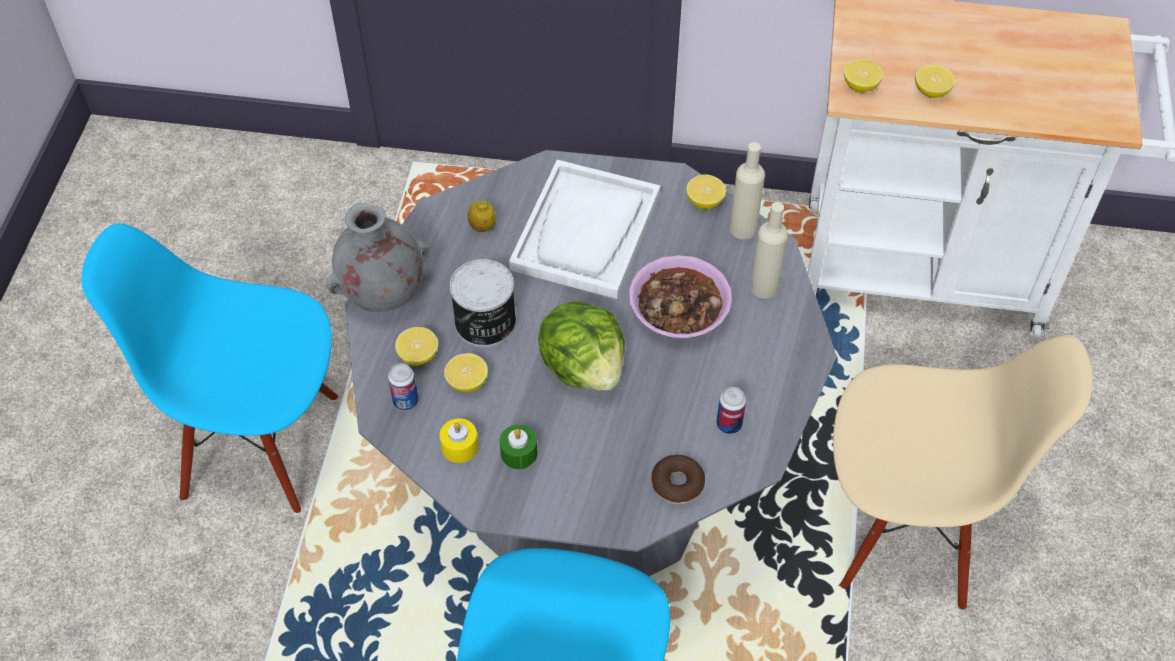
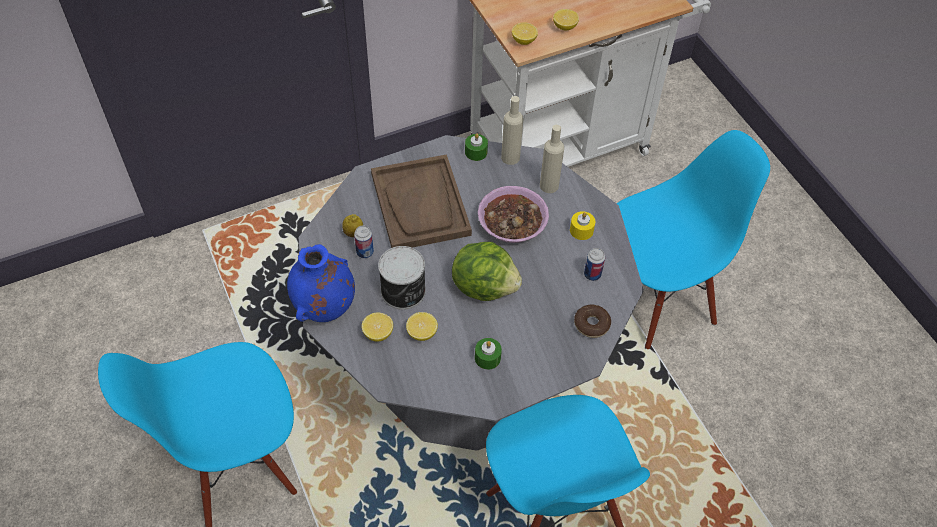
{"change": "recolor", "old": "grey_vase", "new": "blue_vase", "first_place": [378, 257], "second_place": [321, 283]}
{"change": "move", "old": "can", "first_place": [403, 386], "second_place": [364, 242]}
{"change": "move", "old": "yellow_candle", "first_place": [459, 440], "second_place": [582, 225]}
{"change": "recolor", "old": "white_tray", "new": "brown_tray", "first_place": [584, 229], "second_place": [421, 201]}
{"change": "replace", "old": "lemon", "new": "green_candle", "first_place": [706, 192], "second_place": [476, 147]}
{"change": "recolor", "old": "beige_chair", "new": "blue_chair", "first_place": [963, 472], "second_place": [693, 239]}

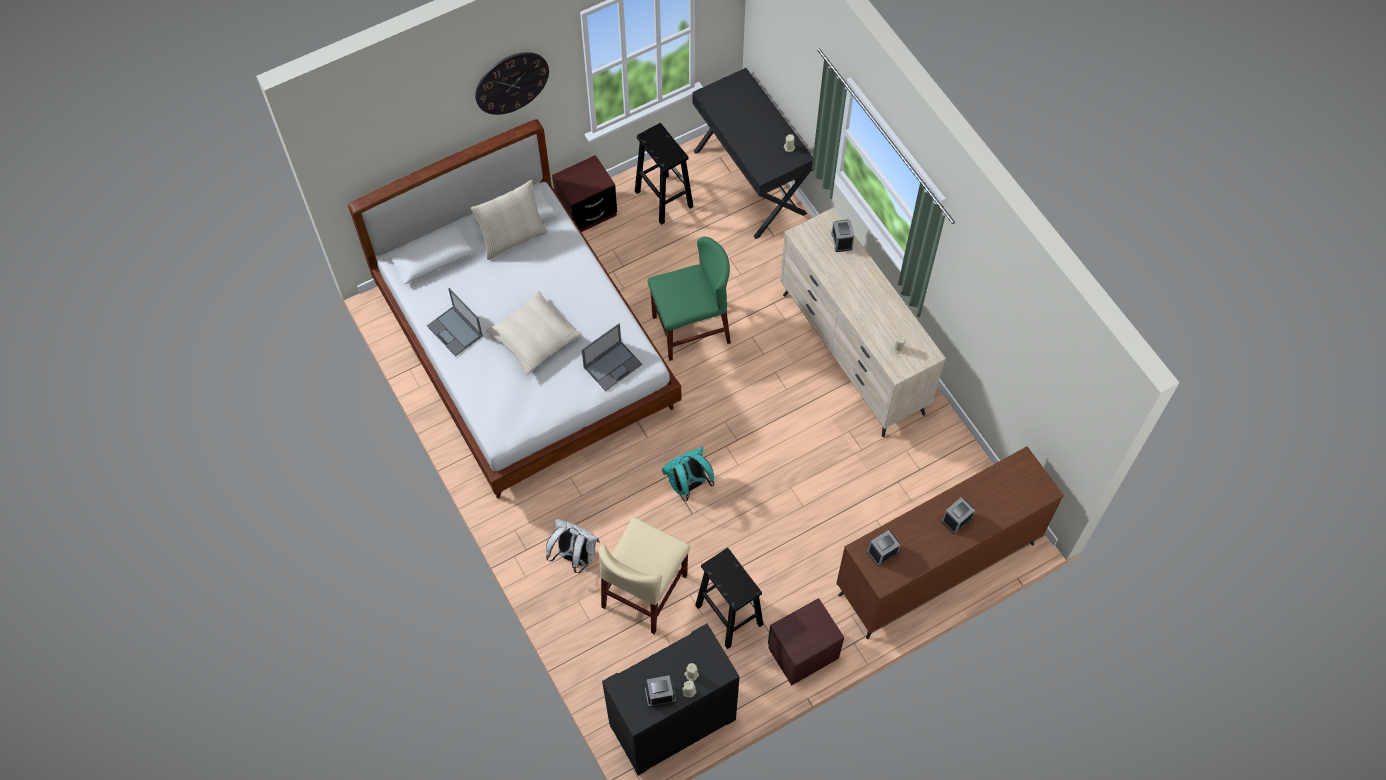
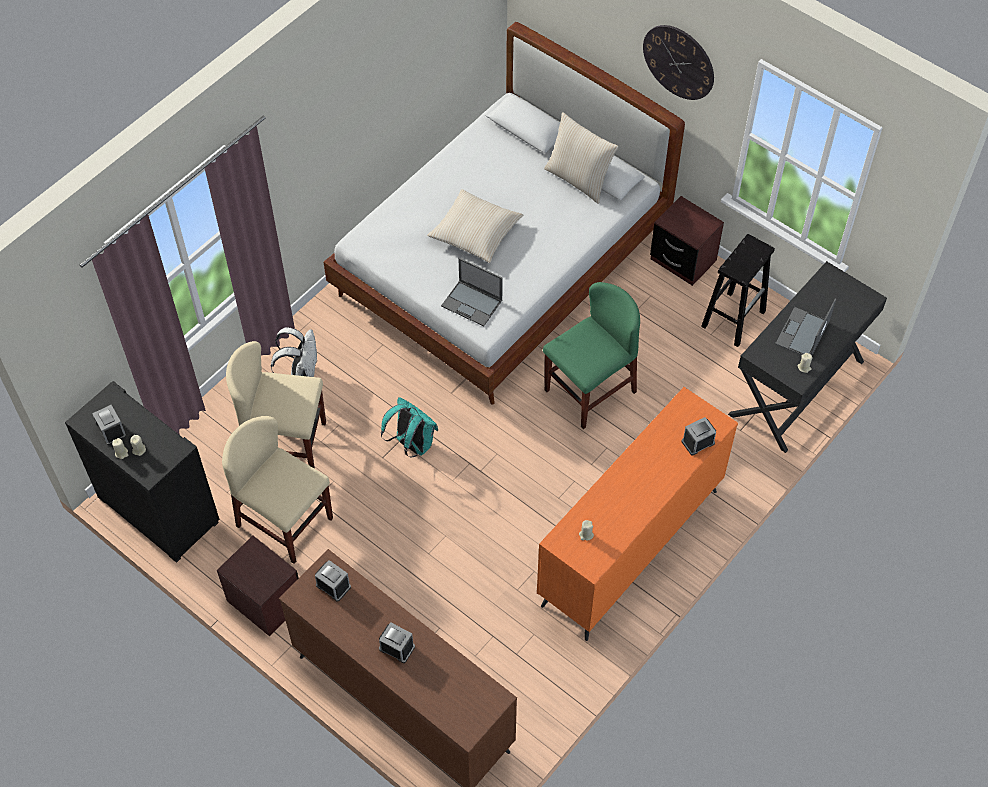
{"change": "move", "old": "laptop", "first_place": [455, 322], "second_place": [805, 327]}
{"change": "rotate", "old": "green_chair", "first_place": [689, 299], "second_place": [591, 355], "degrees": -90}
{"change": "replace", "old": "black_stool", "new": "beige_chair", "first_place": [729, 598], "second_place": [277, 490]}
{"change": "recolor", "old": "beige_dresser", "new": "orange_dresser", "first_place": [863, 322], "second_place": [637, 514]}

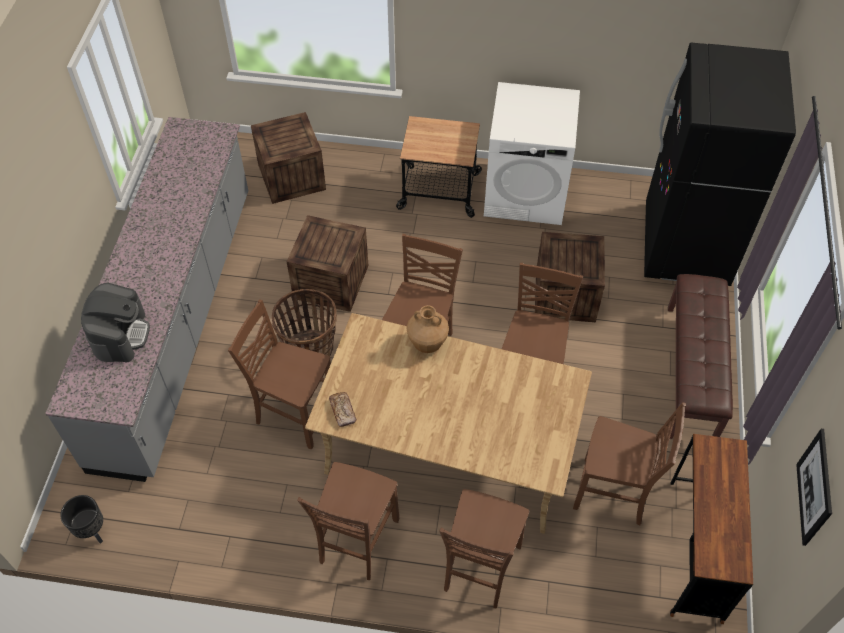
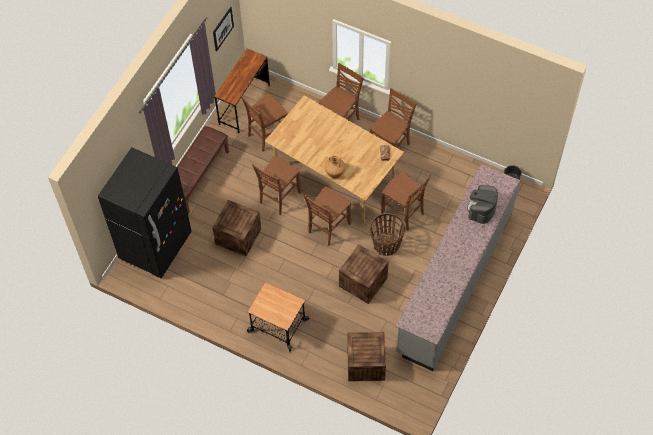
{"change": "delete", "old": "white_washing_machine", "first_place": [532, 153]}
{"change": "rotate", "old": "brown_chair", "first_place": [629, 464], "second_place": [264, 122], "degrees": -75}

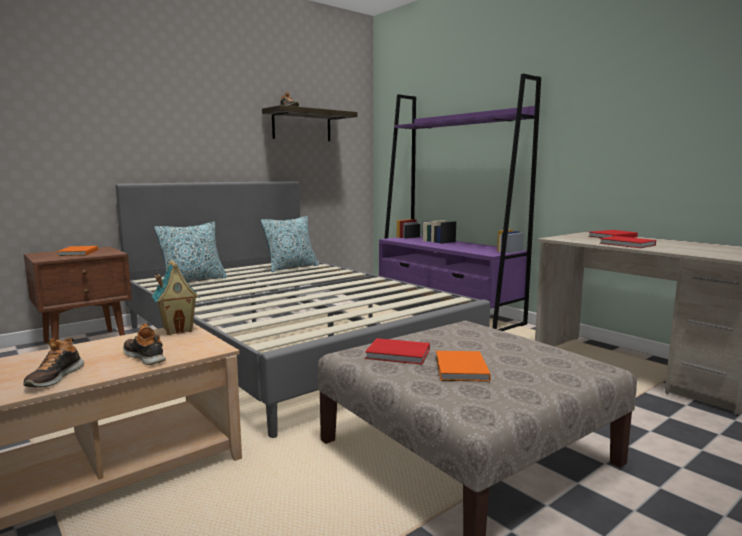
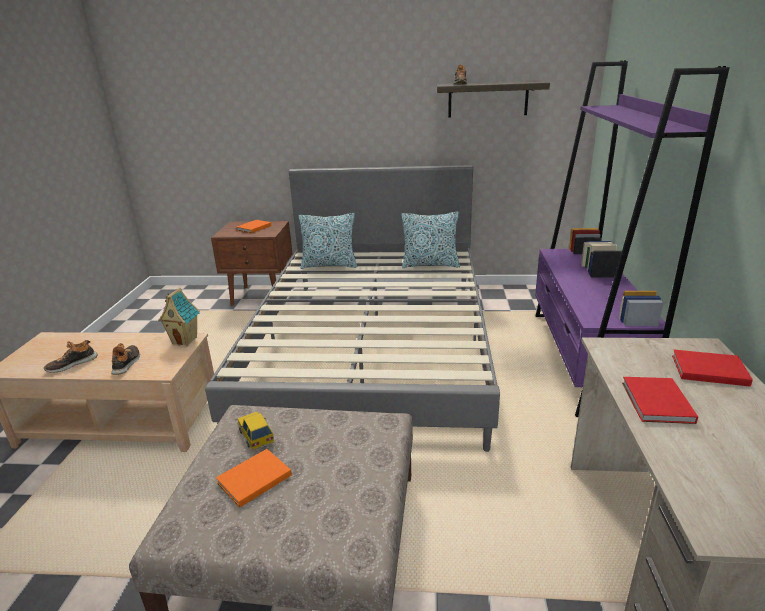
{"change": "replace", "old": "red_book", "new": "toy_car", "first_place": [397, 351], "second_place": [256, 431]}

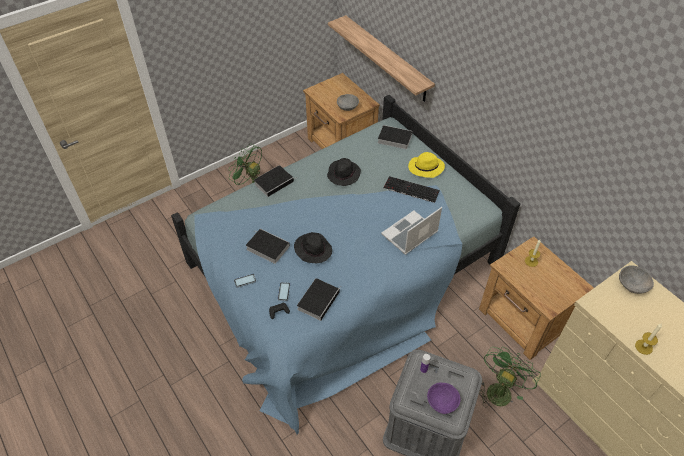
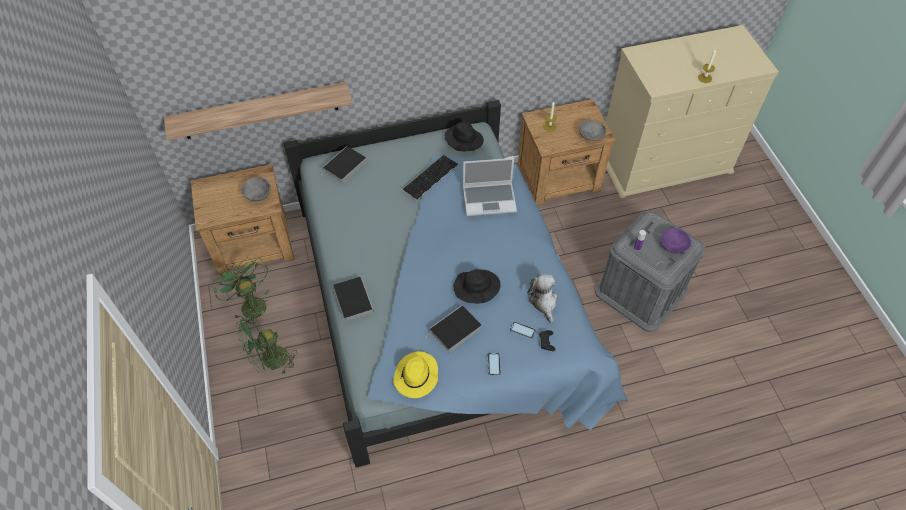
{"change": "replace", "old": "book", "new": "plush_toy", "first_place": [319, 299], "second_place": [542, 298]}
{"change": "move", "old": "black_hat", "first_place": [344, 172], "second_place": [464, 137]}
{"change": "rotate", "old": "laptop", "first_place": [411, 231], "second_place": [490, 187], "degrees": -75}
{"change": "move", "old": "yellow_hat", "first_place": [426, 165], "second_place": [415, 374]}
{"change": "move", "old": "green_fan", "first_place": [510, 377], "second_place": [240, 291]}
{"change": "move", "old": "grey_bowl", "first_place": [636, 279], "second_place": [592, 130]}

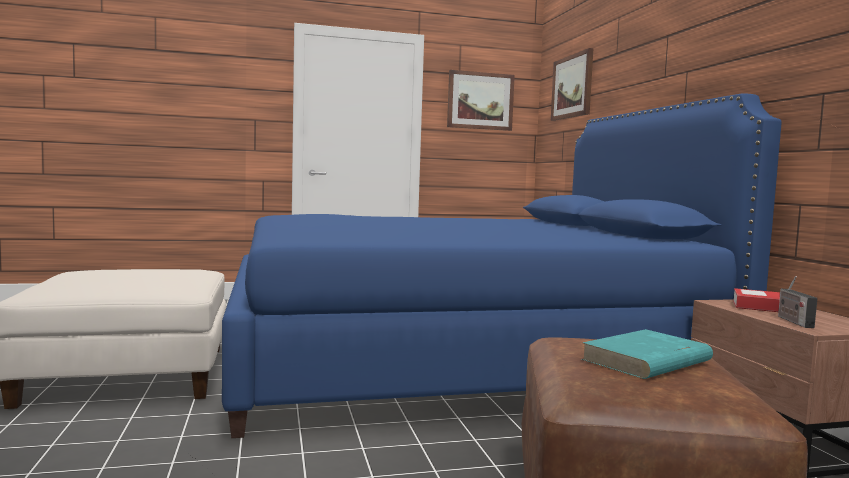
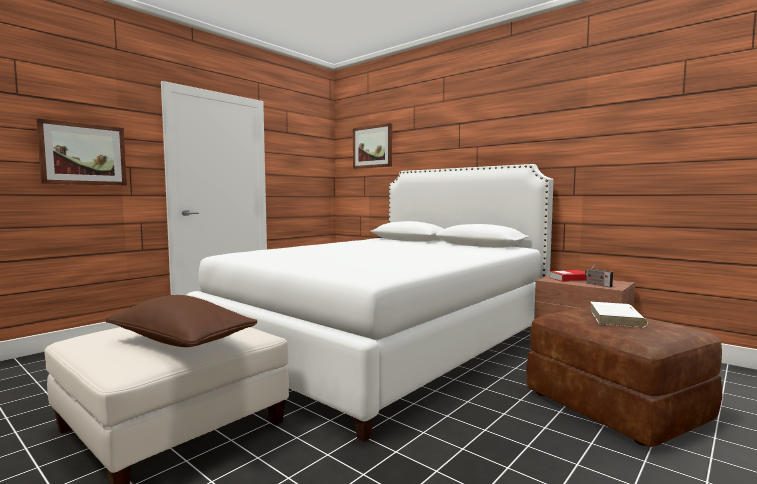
{"change": "recolor", "old": "blue_bed", "new": "white_bed", "first_place": [502, 265], "second_place": [370, 303]}
{"change": "move", "old": "picture", "first_place": [481, 100], "second_place": [81, 152]}
{"change": "recolor", "old": "turquoise_book", "new": "white_book", "first_place": [647, 354], "second_place": [619, 315]}
{"change": "insert", "new": "brown_pillow", "second_place": [181, 321]}

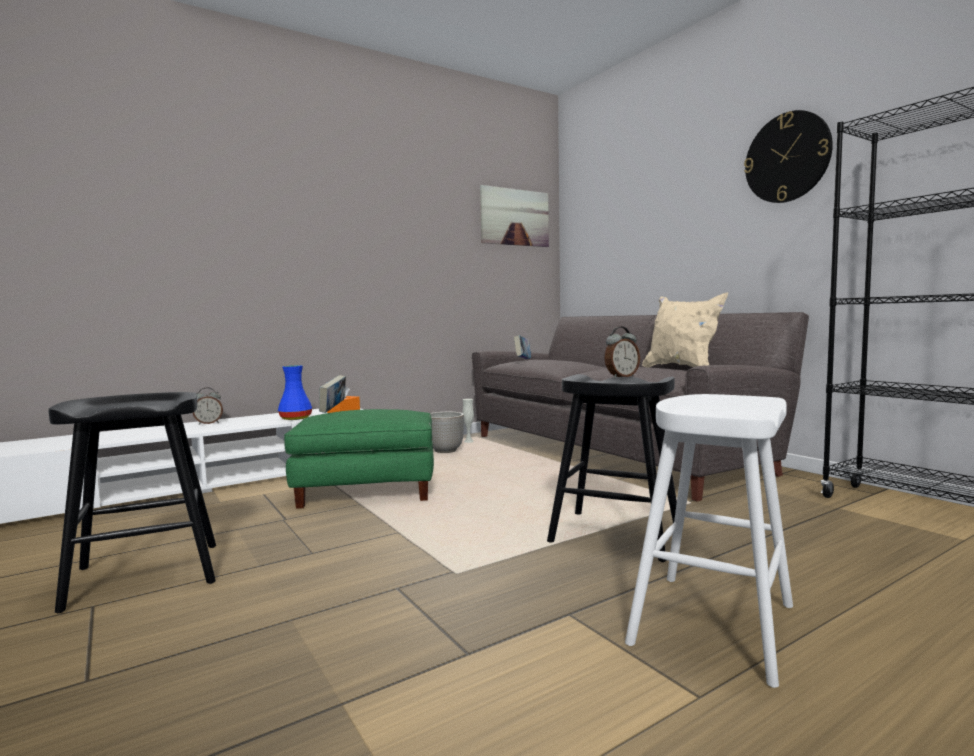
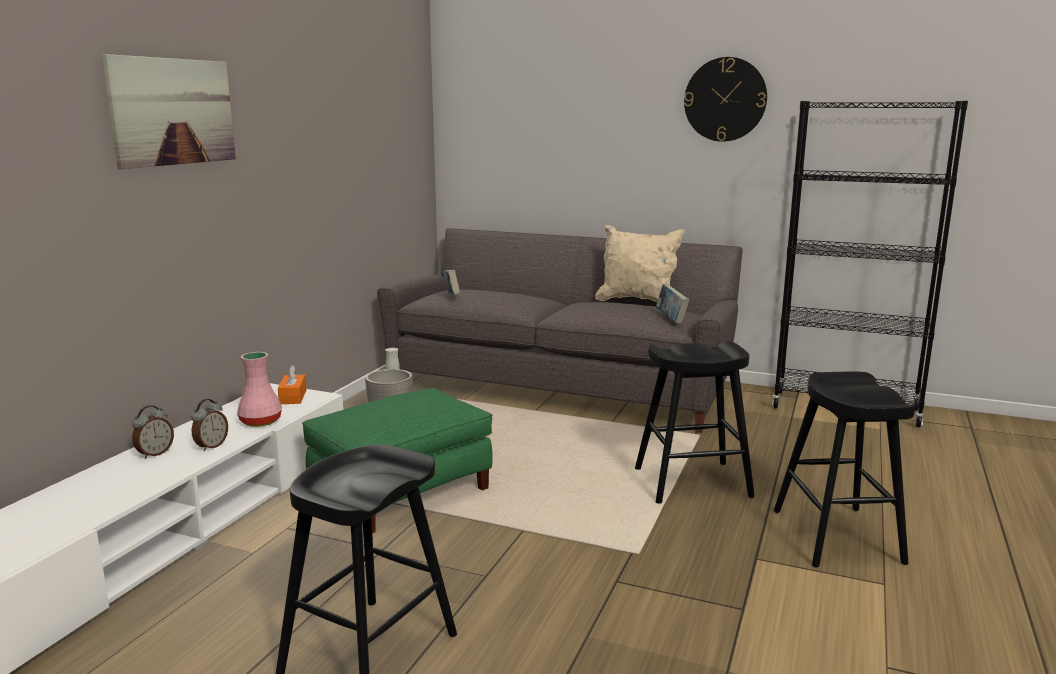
{"change": "recolor", "old": "blue_vase", "new": "pink_vase", "first_place": [295, 392], "second_place": [259, 389]}
{"change": "move", "old": "book", "first_place": [332, 394], "second_place": [672, 303]}
{"change": "move", "old": "picture", "first_place": [514, 216], "second_place": [169, 111]}
{"change": "move", "old": "alarm_clock", "first_place": [622, 352], "second_place": [209, 425]}
{"change": "recolor", "old": "white_stool", "new": "black_stool", "first_place": [709, 541], "second_place": [844, 470]}

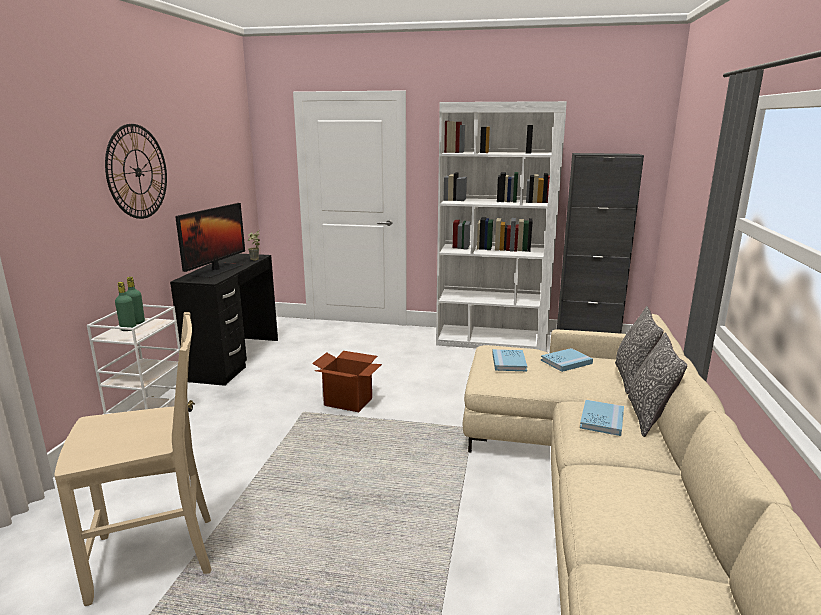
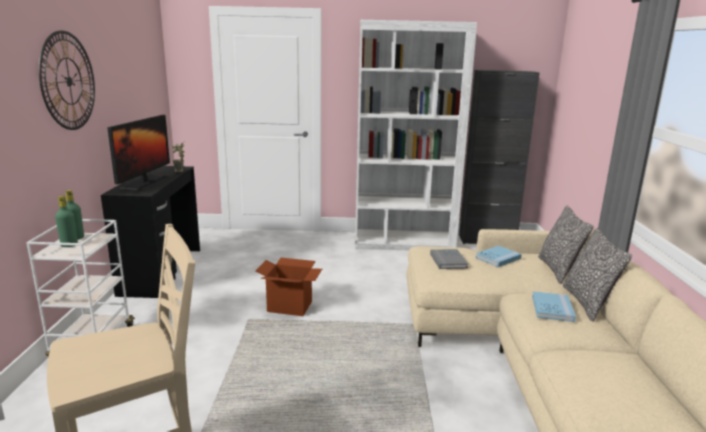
{"change": "recolor", "old": "blue_book", "new": "grey_book", "first_place": [509, 360], "second_place": [449, 259]}

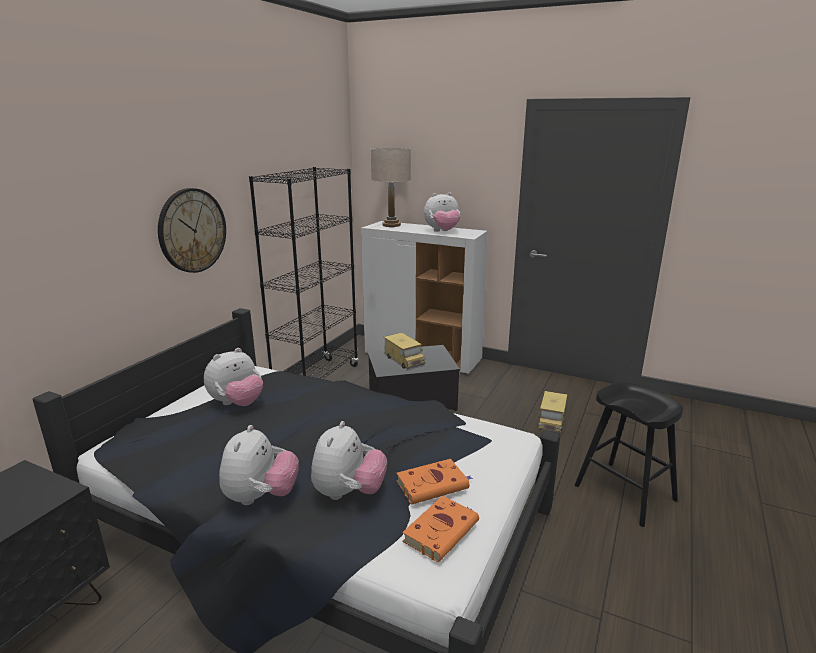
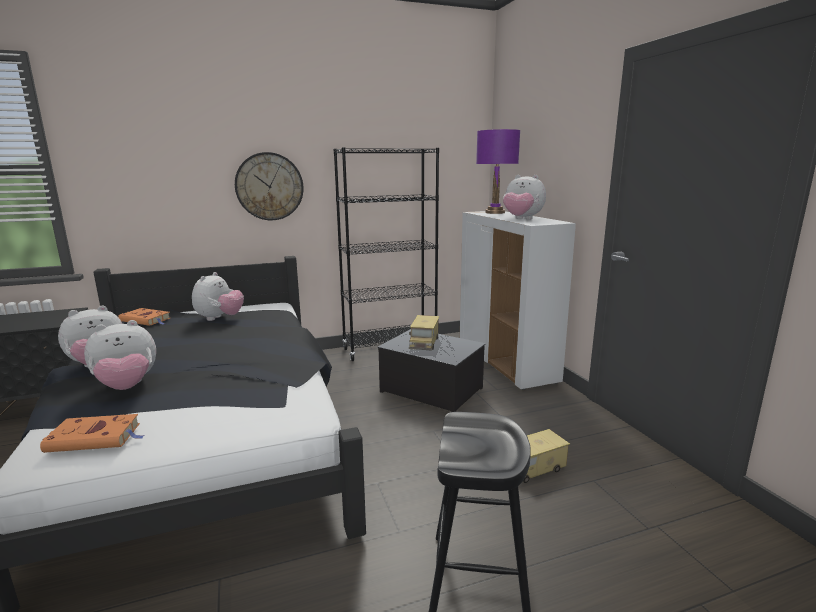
{"change": "rotate", "old": "plush_toy", "first_place": [233, 377], "second_place": [218, 296], "degrees": -75}
{"change": "recolor", "old": "beige_table_lamp", "new": "purple_table_lamp", "first_place": [391, 187], "second_place": [498, 171]}
{"change": "move", "old": "orange_book", "first_place": [434, 482], "second_place": [144, 317]}

